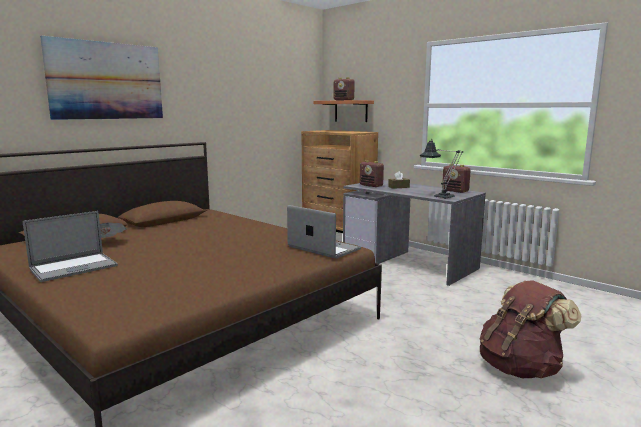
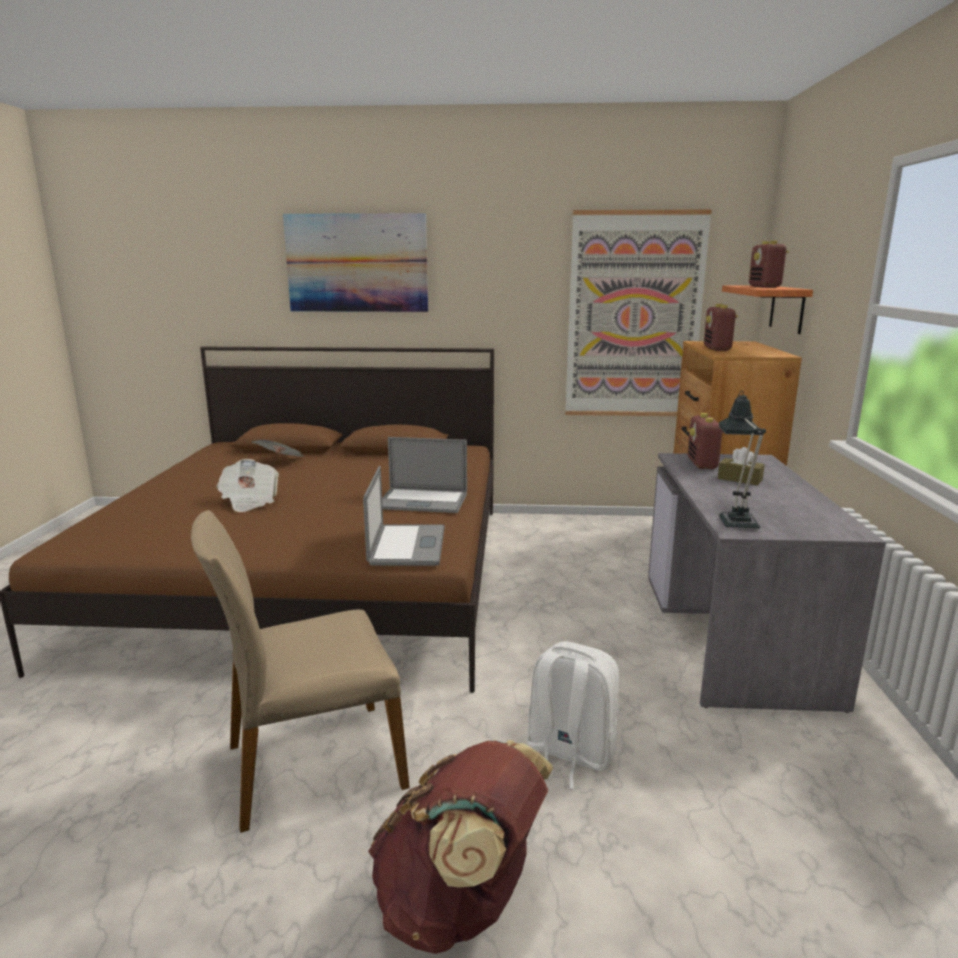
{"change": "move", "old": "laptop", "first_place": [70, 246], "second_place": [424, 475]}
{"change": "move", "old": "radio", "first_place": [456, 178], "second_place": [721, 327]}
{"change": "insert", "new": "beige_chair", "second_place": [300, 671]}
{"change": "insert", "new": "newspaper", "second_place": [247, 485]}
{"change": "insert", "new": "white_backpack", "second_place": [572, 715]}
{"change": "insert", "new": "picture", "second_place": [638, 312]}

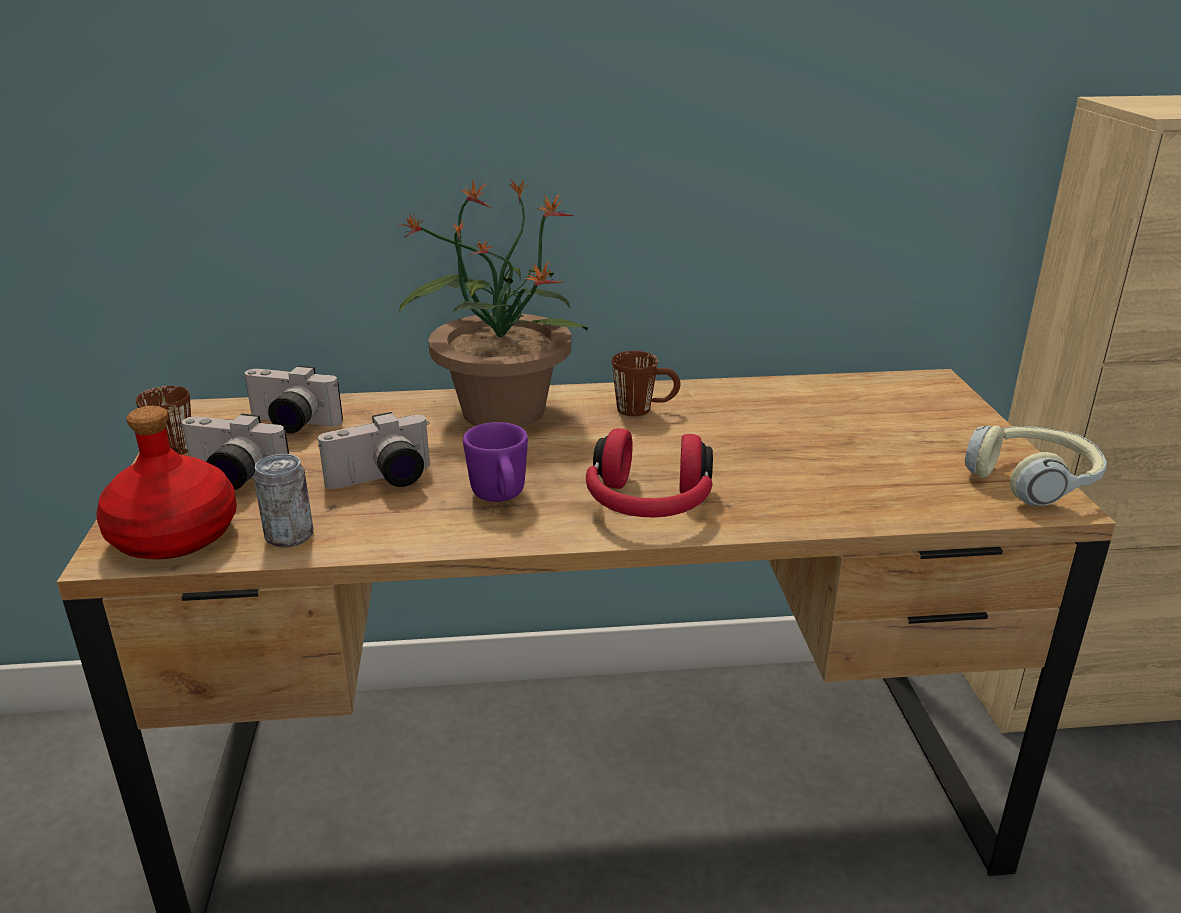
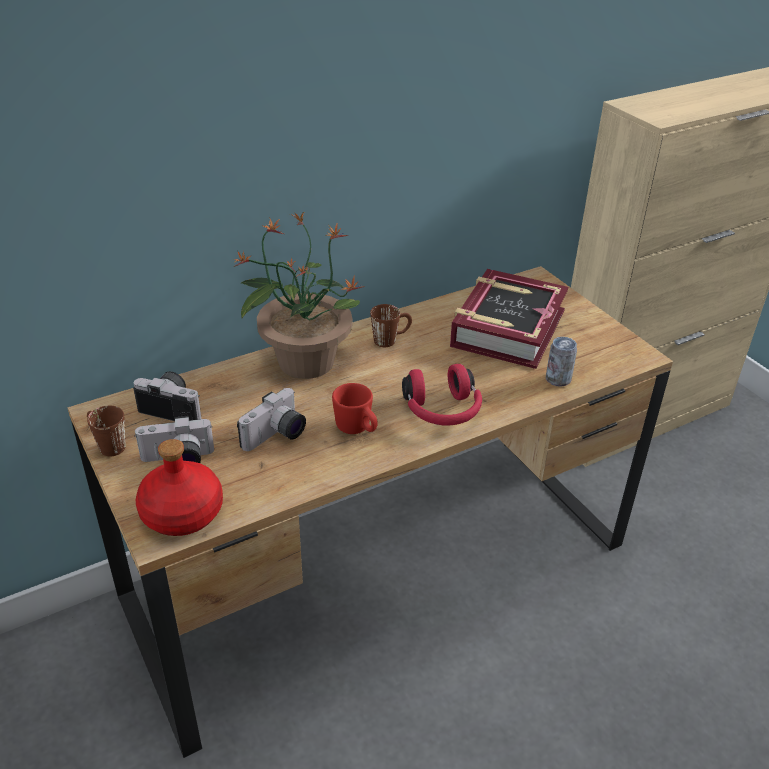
{"change": "rotate", "old": "photo_camera", "first_place": [293, 399], "second_place": [167, 396], "degrees": -150}
{"change": "move", "old": "can", "first_place": [283, 501], "second_place": [561, 362]}
{"change": "recolor", "old": "purple_mug", "new": "red_mug", "first_place": [495, 462], "second_place": [355, 408]}
{"change": "delete", "old": "headphones", "first_place": [1036, 465]}
{"change": "insert", "new": "book", "second_place": [509, 319]}

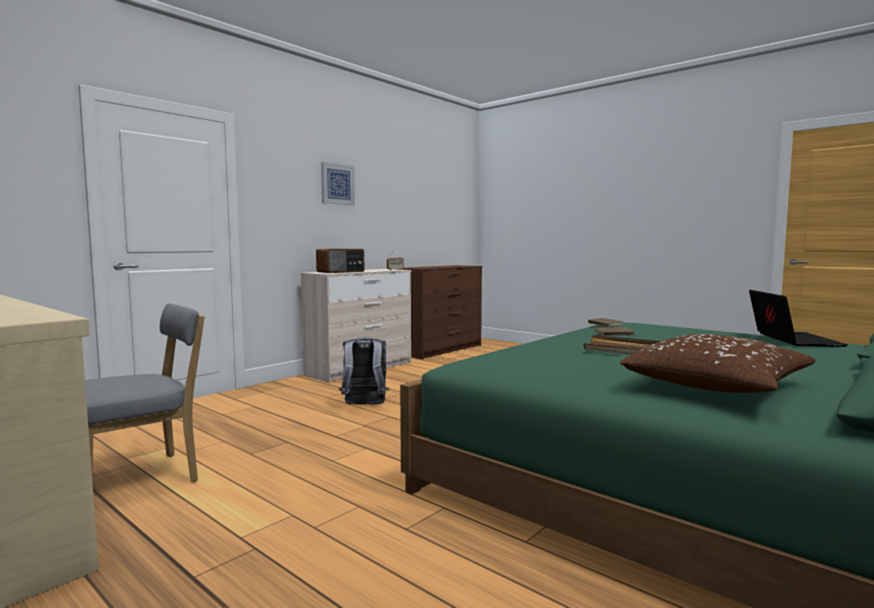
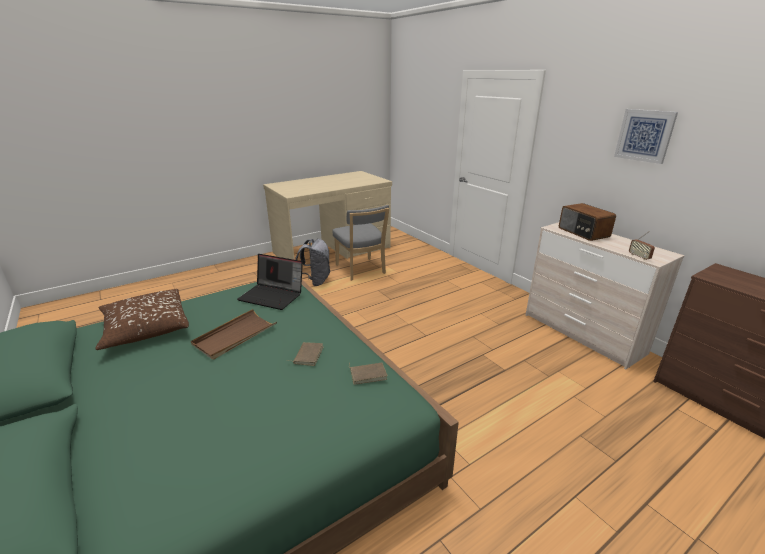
{"change": "move", "old": "grey_backpack", "first_place": [364, 371], "second_place": [312, 262]}
{"change": "move", "old": "laptop", "first_place": [798, 318], "second_place": [270, 282]}

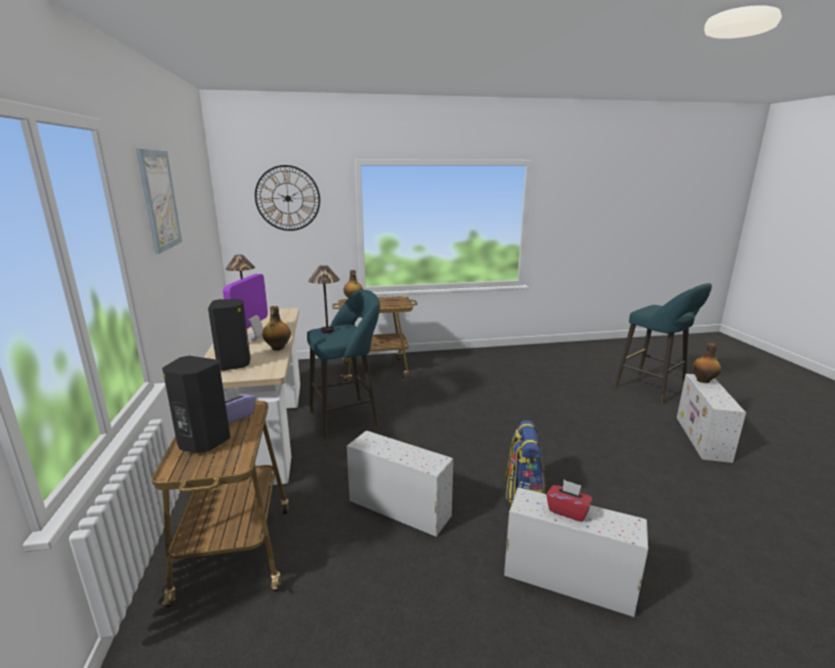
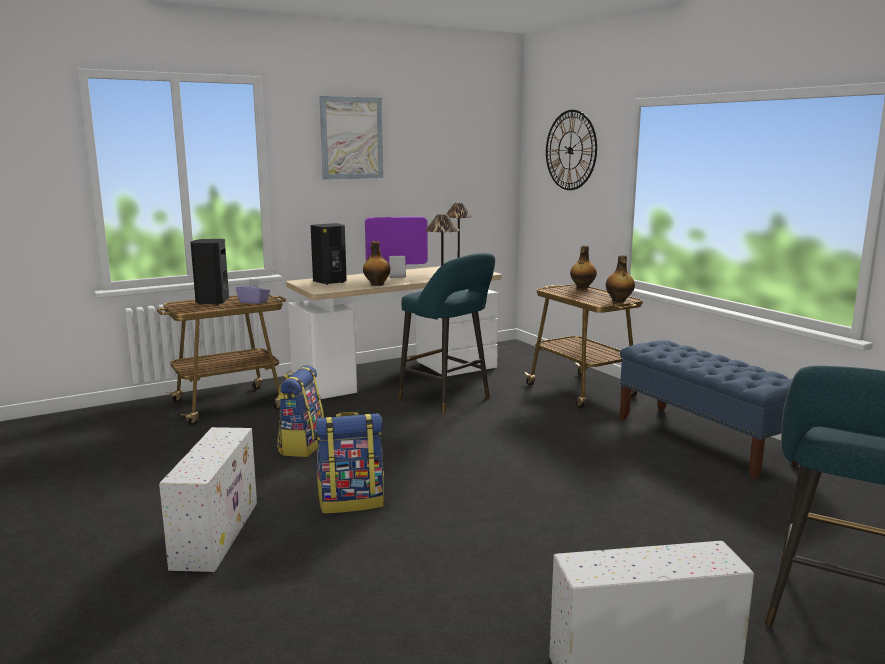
{"change": "replace", "old": "white_storage_box", "new": "backpack", "first_place": [400, 484], "second_place": [300, 411]}
{"change": "delete", "old": "red_tissue_box", "first_place": [569, 501]}
{"change": "move", "old": "bottle", "first_place": [706, 363], "second_place": [620, 278]}
{"change": "insert", "new": "blue_bench", "second_place": [709, 409]}

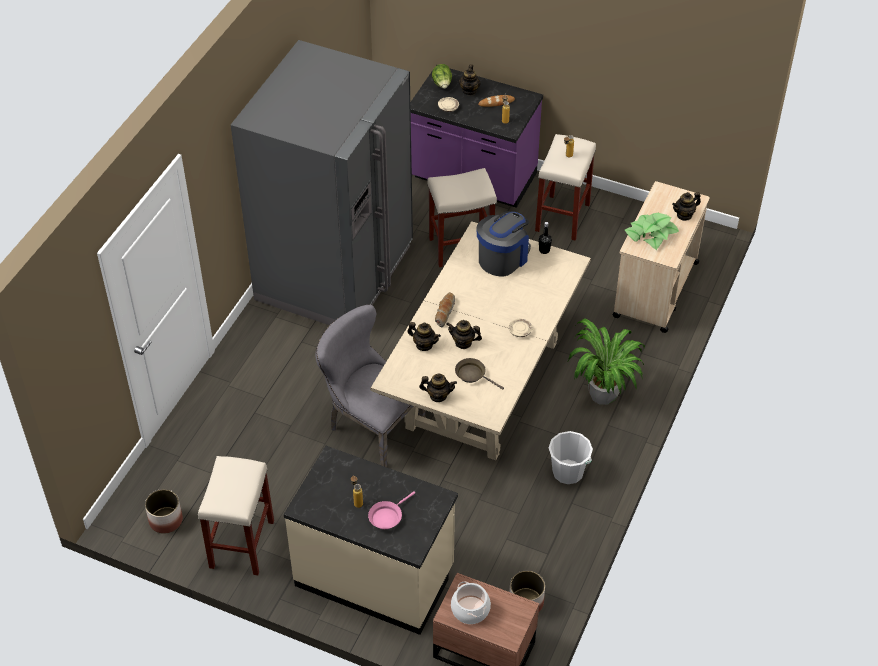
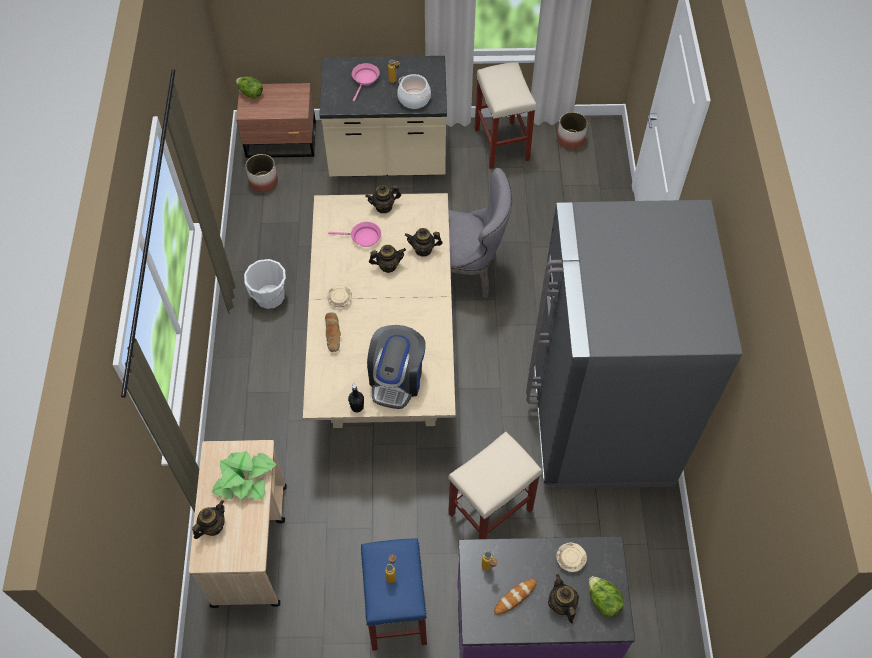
{"change": "move", "old": "bread", "first_place": [445, 309], "second_place": [333, 332]}
{"change": "move", "old": "cooking_pot", "first_place": [471, 603], "second_place": [414, 91]}
{"change": "recolor", "old": "brown_frying_pan", "new": "pink_frying_pan", "first_place": [479, 373], "second_place": [354, 234]}
{"change": "recolor", "old": "beige_stool", "new": "blue_stool", "first_place": [565, 187], "second_place": [394, 594]}
{"change": "delete", "old": "potted_plant", "first_place": [606, 361]}
{"change": "insert", "new": "lettuce", "second_place": [249, 87]}

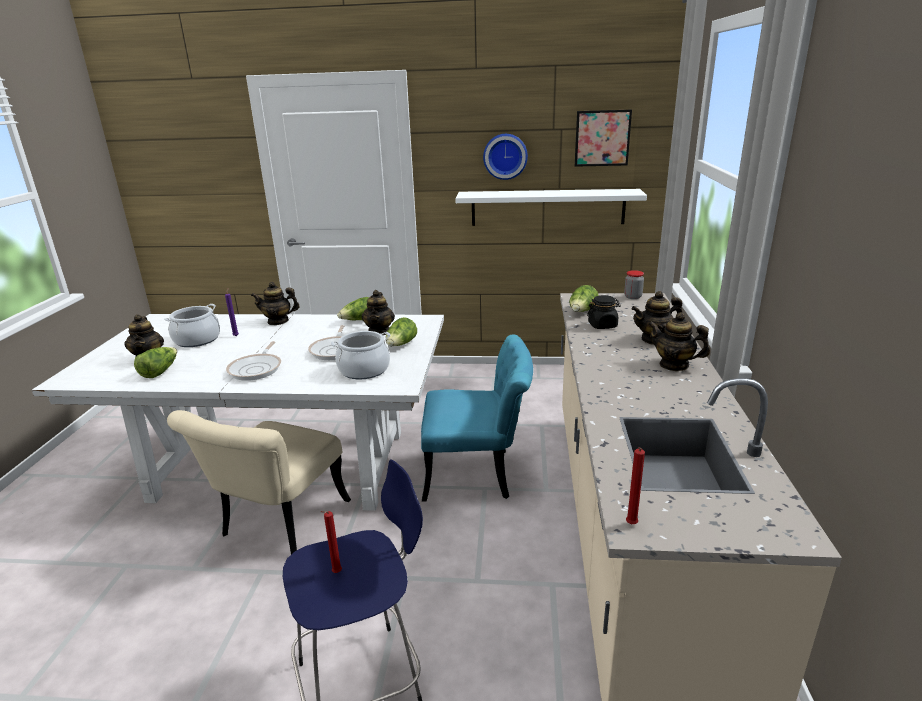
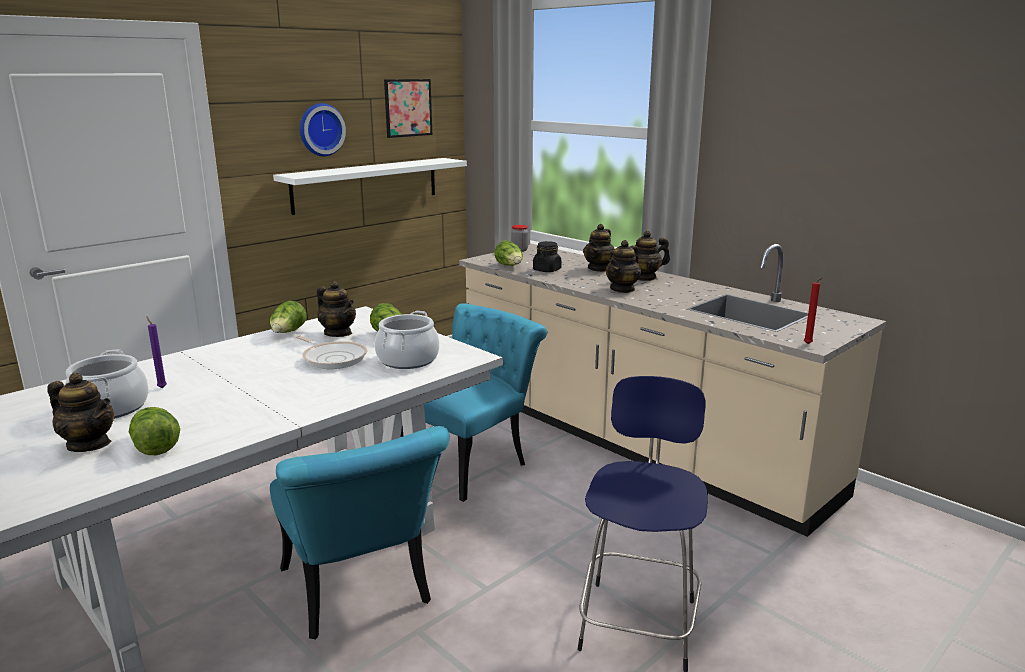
{"change": "recolor", "old": "beige_chair", "new": "turquoise_chair", "first_place": [259, 482], "second_place": [359, 532]}
{"change": "delete", "old": "frying_pan", "first_place": [253, 361]}
{"change": "move", "old": "teapot", "first_place": [275, 303], "second_place": [623, 266]}
{"change": "delete", "old": "red_candle", "first_place": [331, 542]}

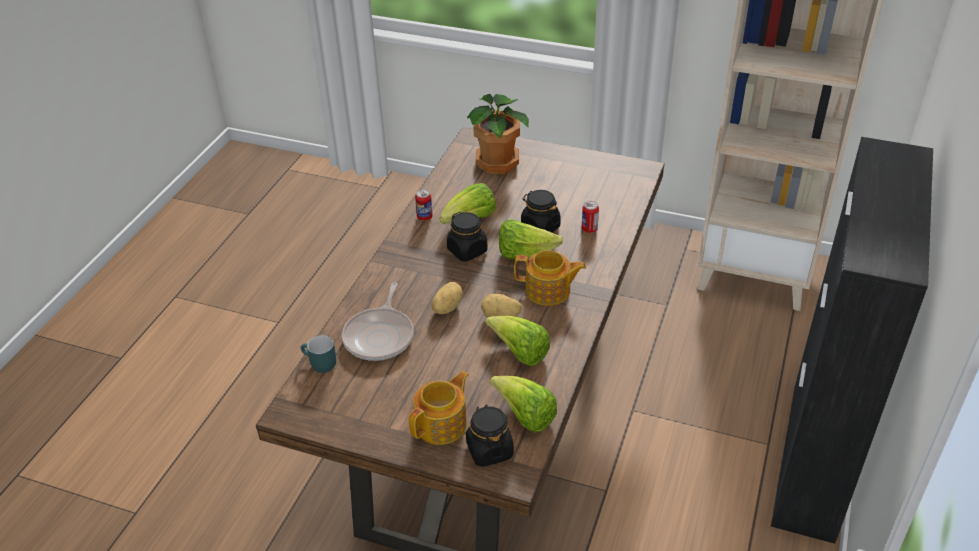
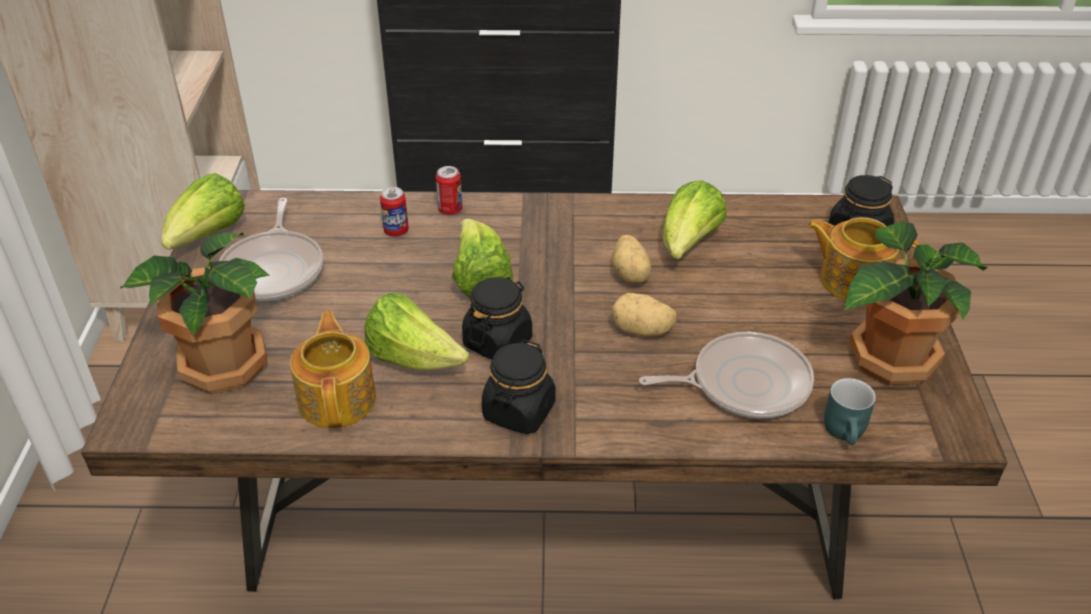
{"change": "move", "old": "can", "first_place": [424, 205], "second_place": [449, 190]}
{"change": "move", "old": "lettuce", "first_place": [523, 404], "second_place": [203, 211]}
{"change": "move", "old": "teapot", "first_place": [550, 278], "second_place": [333, 369]}
{"change": "move", "old": "black_jar", "first_place": [541, 211], "second_place": [519, 387]}
{"change": "insert", "new": "frying_pan", "second_place": [271, 249]}
{"change": "insert", "new": "potted_plant", "second_place": [915, 303]}

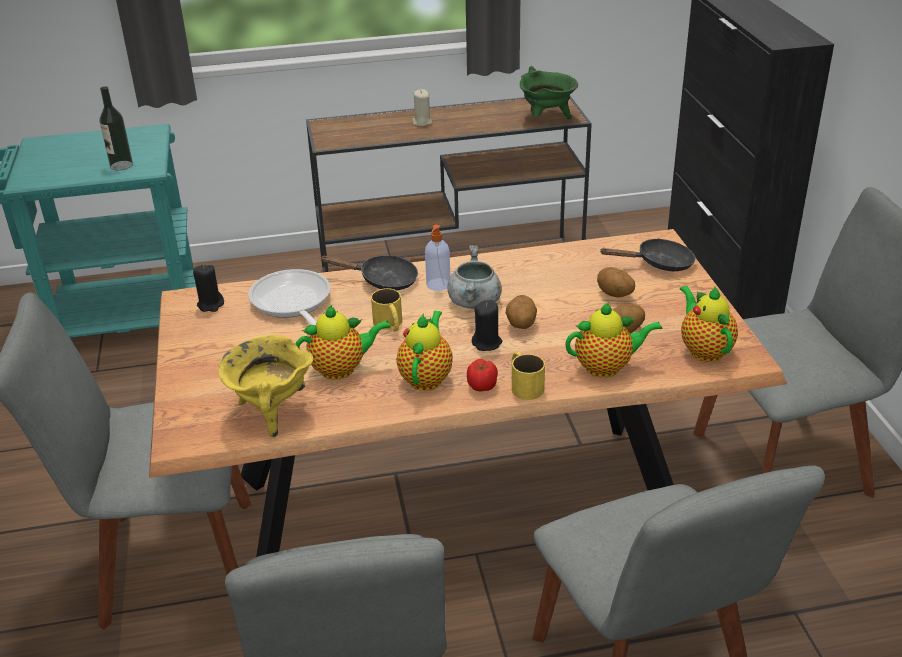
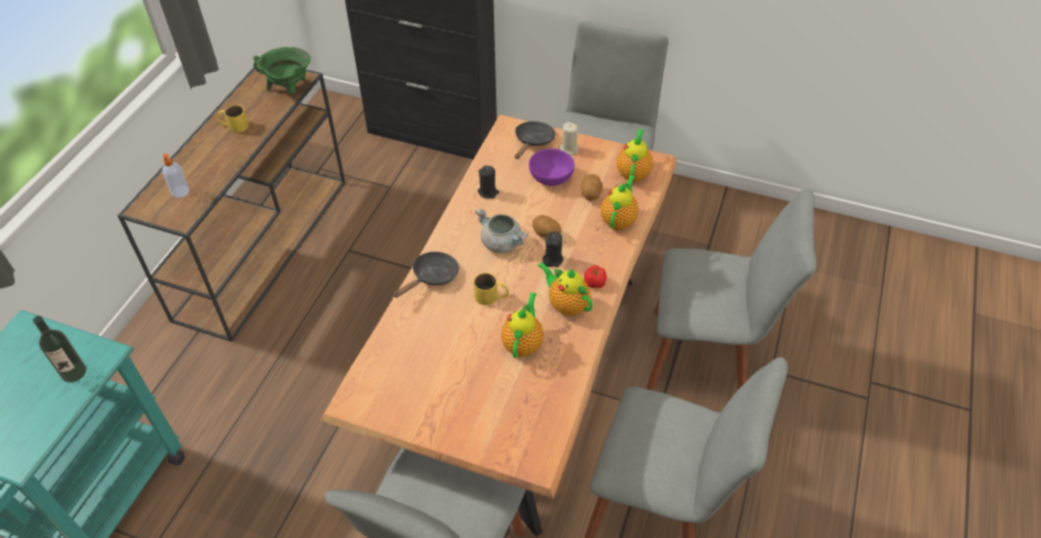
{"change": "move", "old": "black_candle", "first_place": [208, 288], "second_place": [488, 182]}
{"change": "delete", "old": "yellow_cooking_pot", "first_place": [265, 386]}
{"change": "delete", "old": "frying_pan", "first_place": [289, 297]}
{"change": "move", "old": "beige_candle", "first_place": [422, 107], "second_place": [569, 138]}
{"change": "move", "old": "soap_dispenser", "first_place": [437, 258], "second_place": [175, 175]}
{"change": "move", "old": "yellow_mug", "first_place": [528, 376], "second_place": [233, 119]}
{"change": "replace", "old": "potato", "new": "purple_bowl", "first_place": [616, 282], "second_place": [552, 167]}
{"change": "rotate", "old": "teapot", "first_place": [709, 324], "second_place": [635, 156], "degrees": 90}

